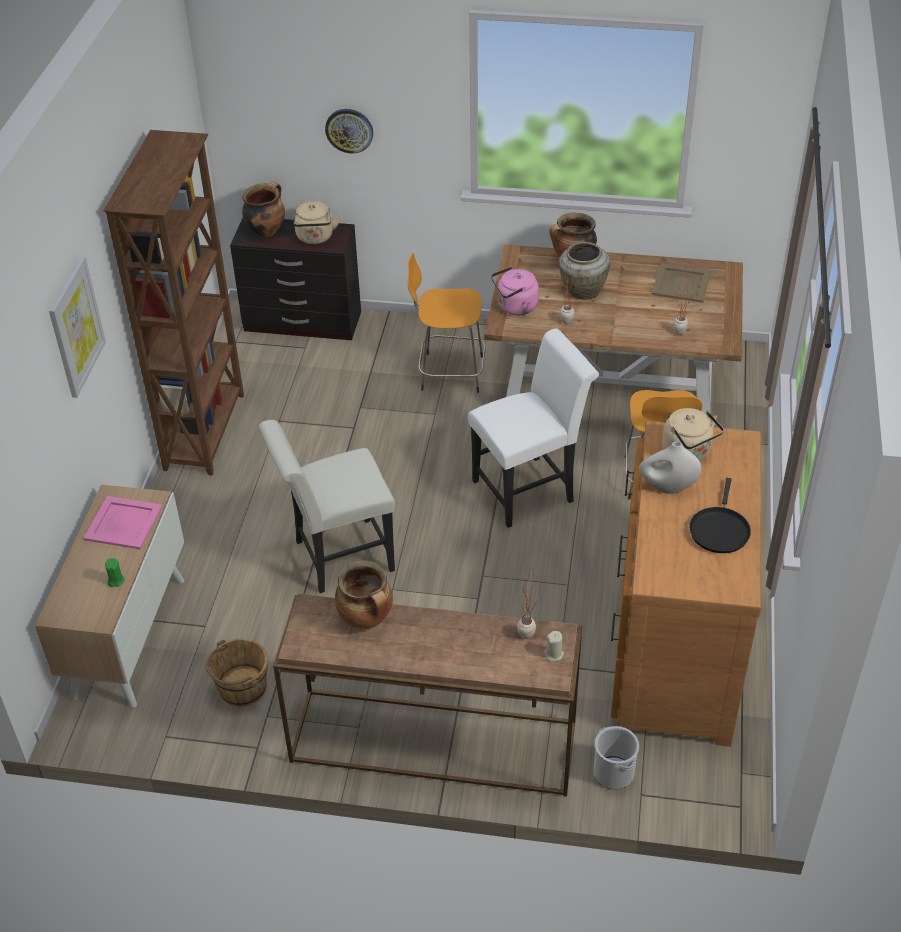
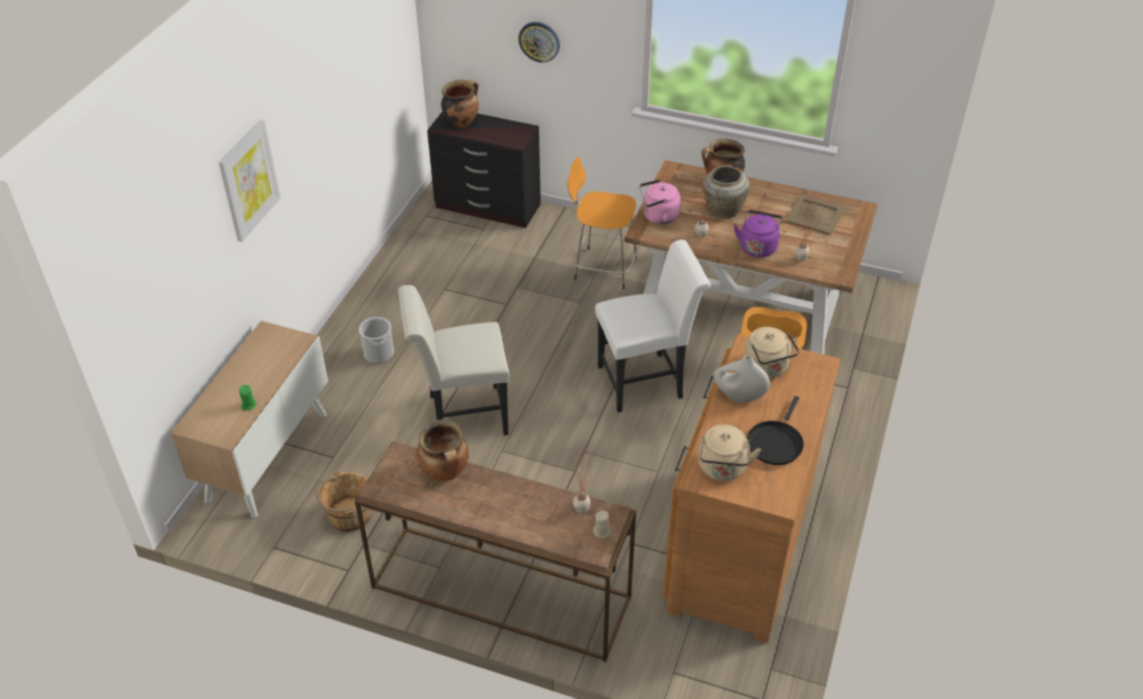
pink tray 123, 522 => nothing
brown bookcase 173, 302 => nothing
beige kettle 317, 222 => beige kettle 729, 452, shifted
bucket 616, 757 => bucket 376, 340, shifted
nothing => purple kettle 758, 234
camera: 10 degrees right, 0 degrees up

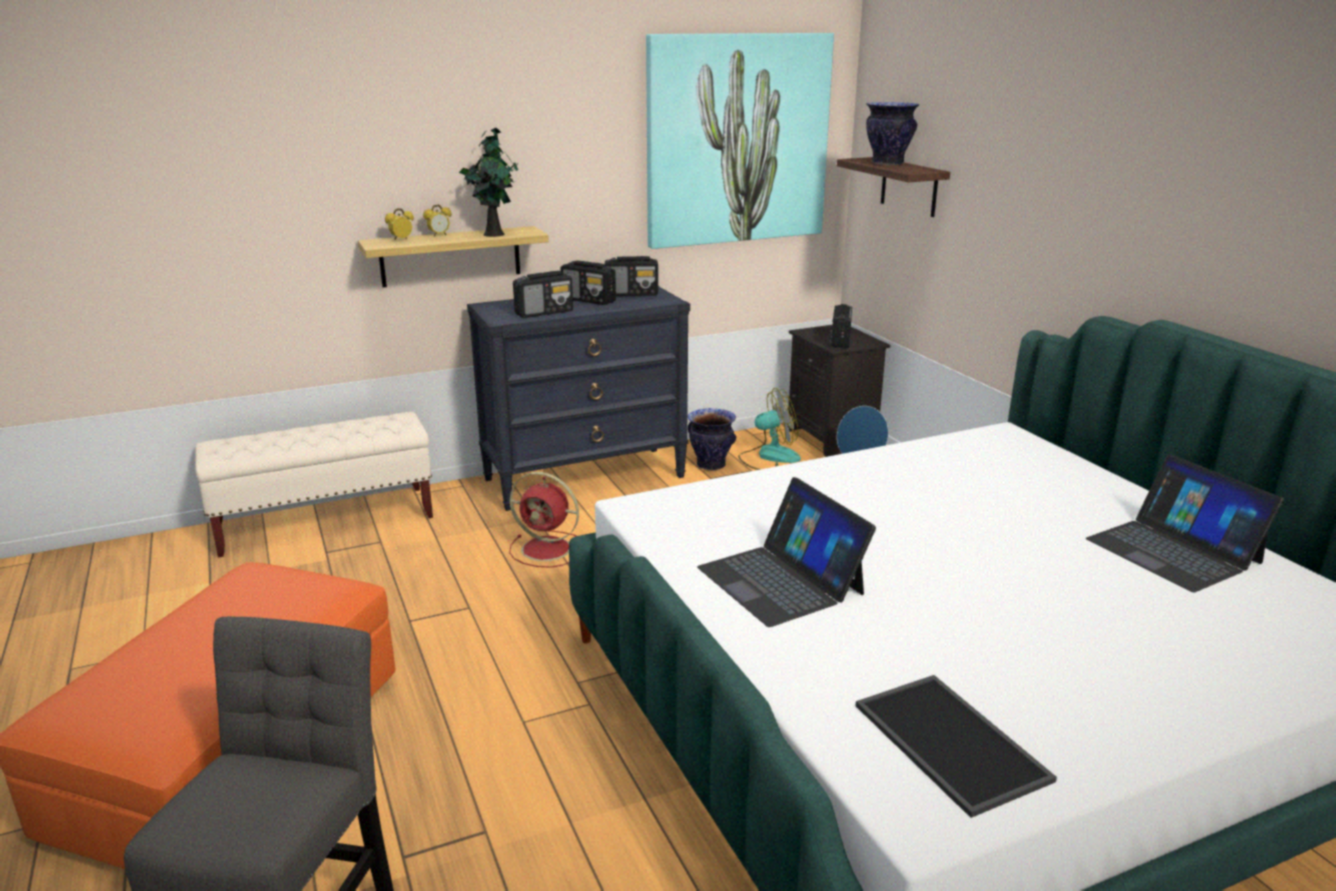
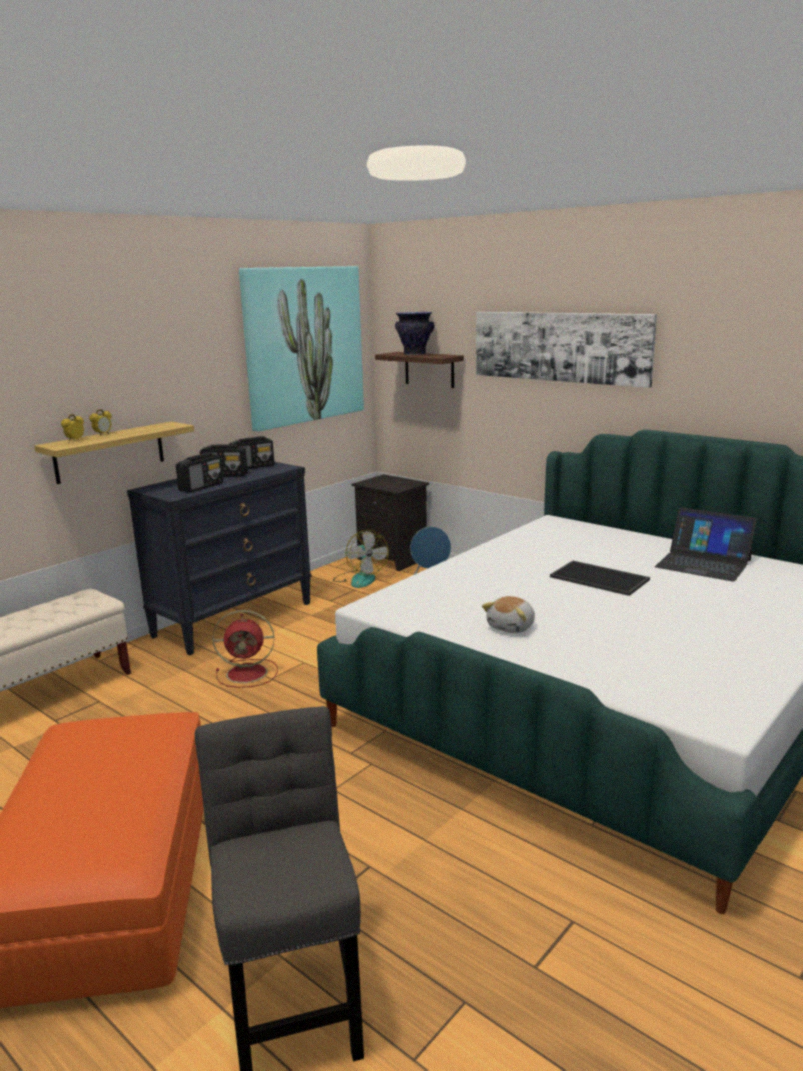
potted plant 488, 182 => nothing
vase 712, 439 => nothing
laptop 786, 552 => plush toy 508, 614
fan 769, 429 => fan 361, 559, 105 degrees clockwise
radio 841, 326 => nothing
tray 956, 746 => tray 600, 578, shifted
nothing => picture 566, 350
camera: 25 degrees left, 5 degrees down

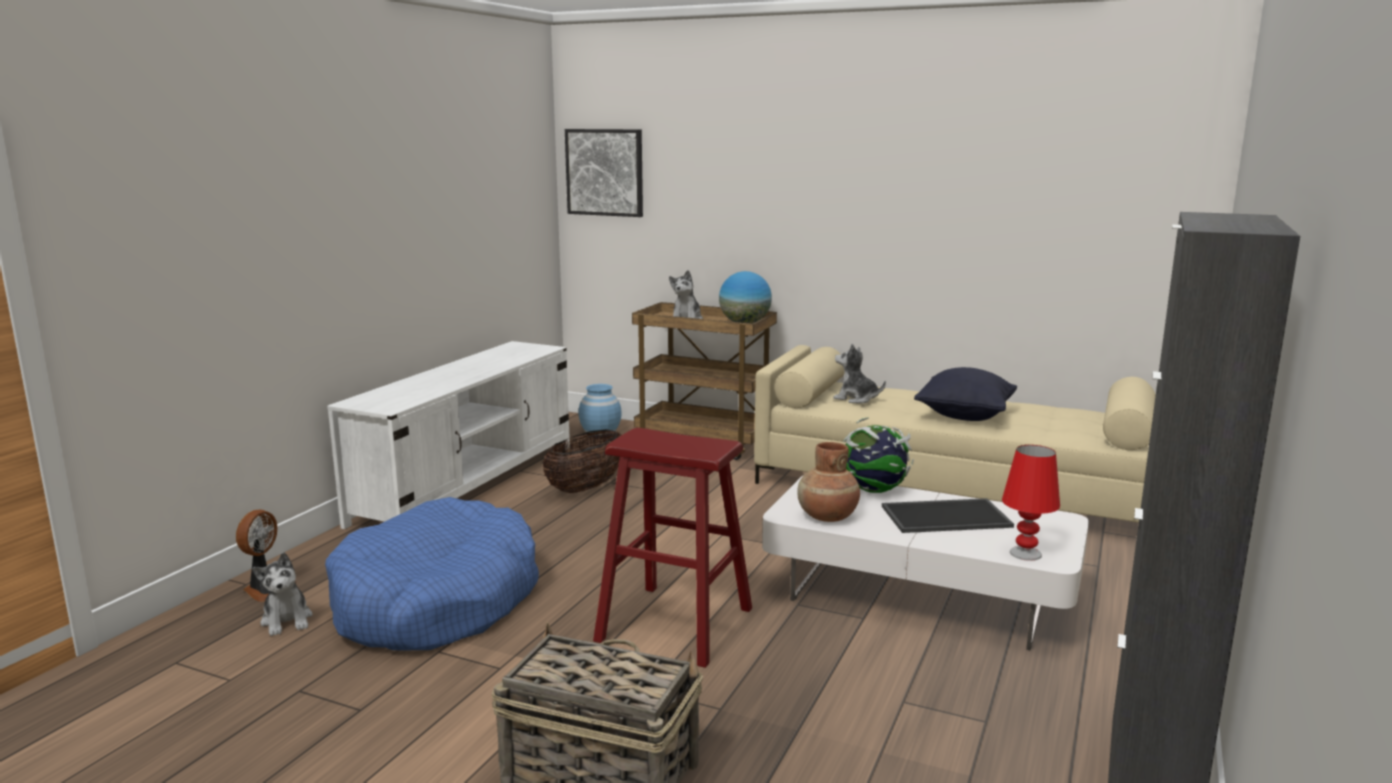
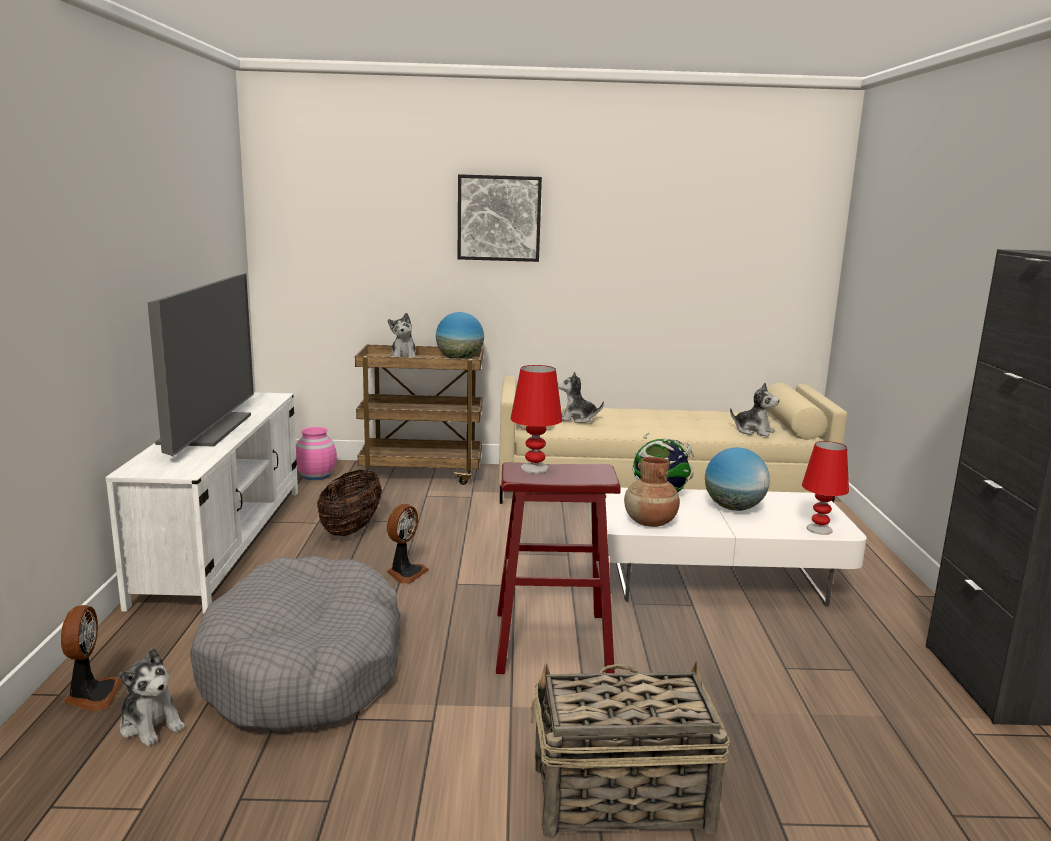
blue dog bed 432, 573 => grey dog bed 295, 644
picture 604, 173 => picture 500, 218, shifted
blue vase 600, 411 => pink vase 316, 453
tray 948, 515 => globe 737, 479
black pillow 965, 394 => nothing
nothing => television 201, 364
nothing => fan 408, 544
nothing => red table lamp 536, 419
nothing => plush toy 755, 410
camera: 25 degrees left, 0 degrees up

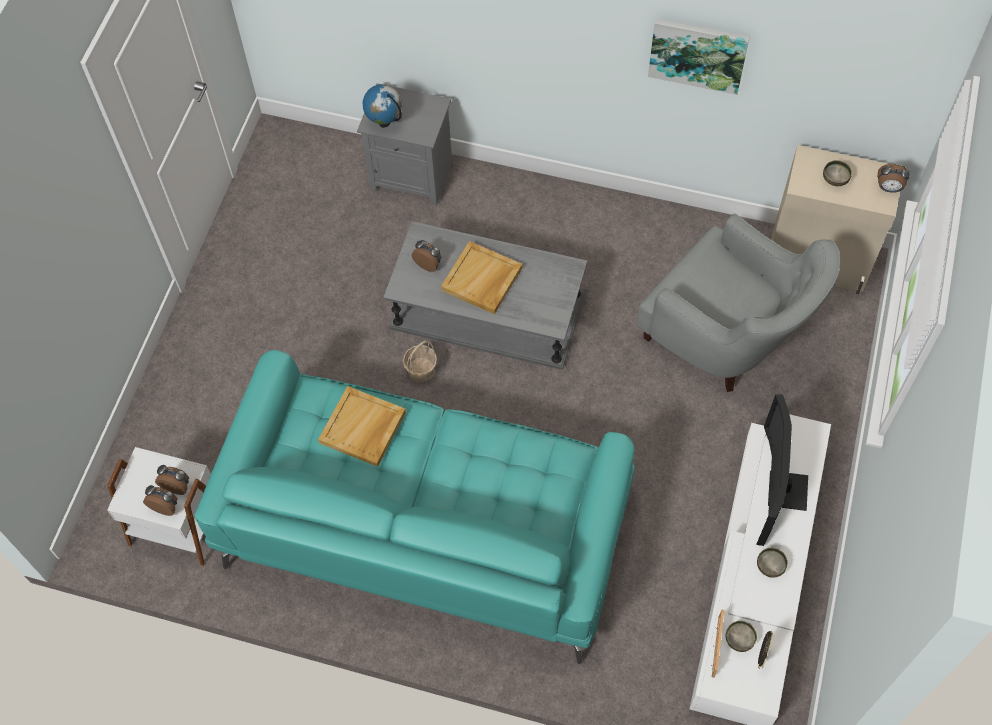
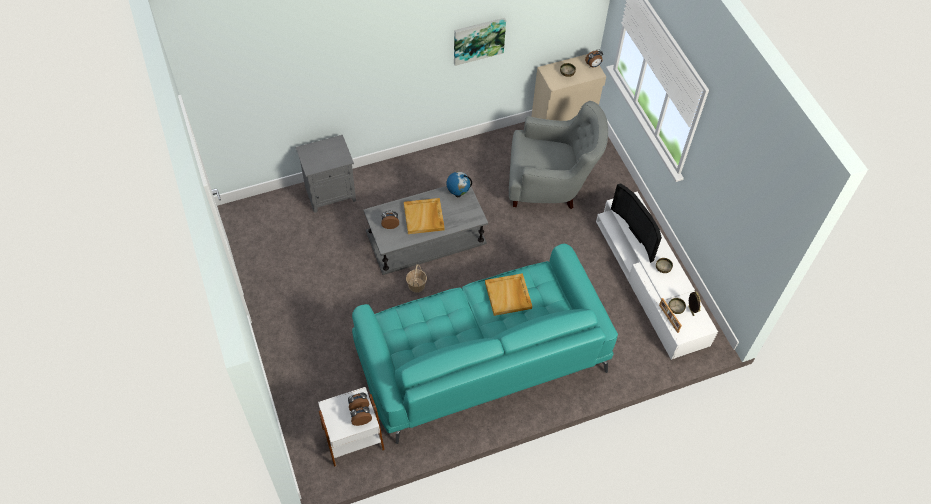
beige tray 362, 426 => beige tray 508, 294, shifted
globe 382, 106 => globe 459, 184, shifted
camera: 40 degrees left, 5 degrees down

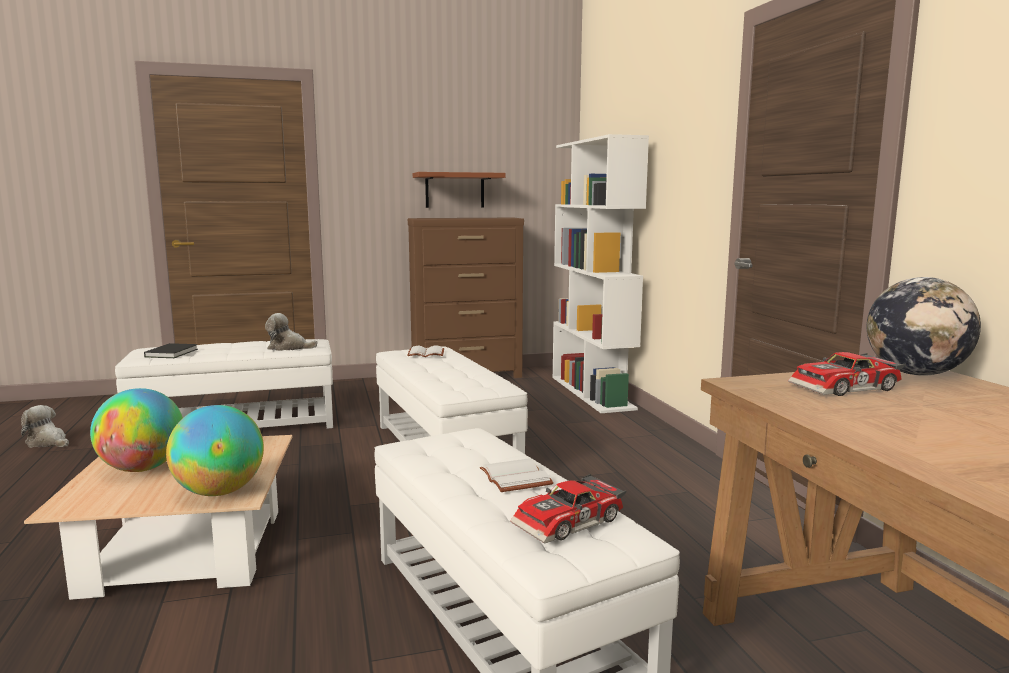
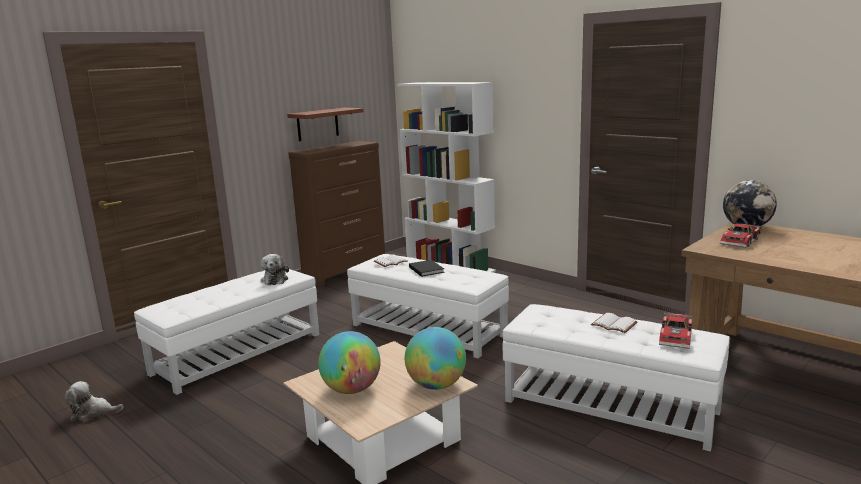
black book 171, 350 => black book 426, 268, shifted
plush toy 291, 332 => plush toy 275, 269, 75 degrees counterclockwise
camera: 30 degrees left, 5 degrees up

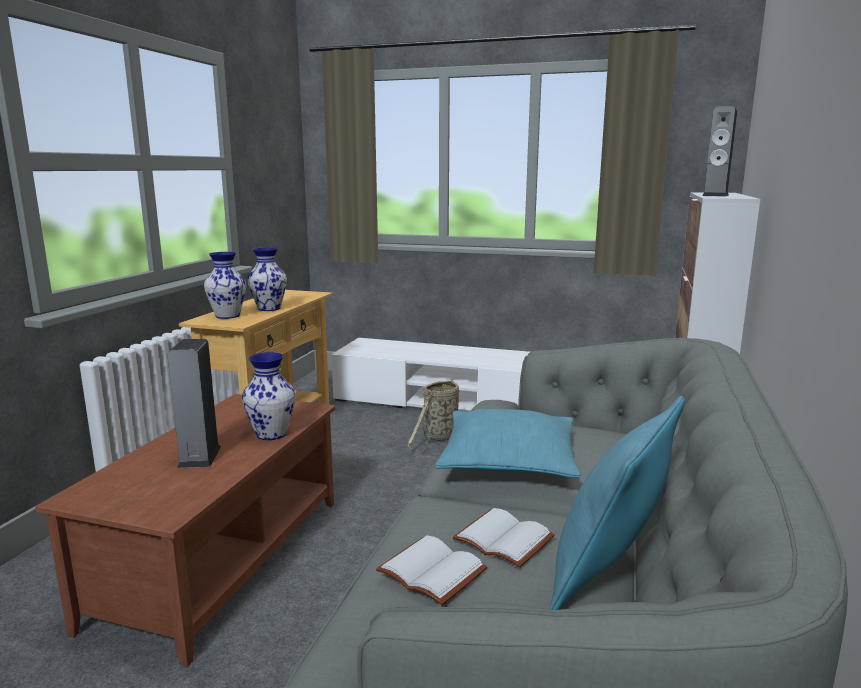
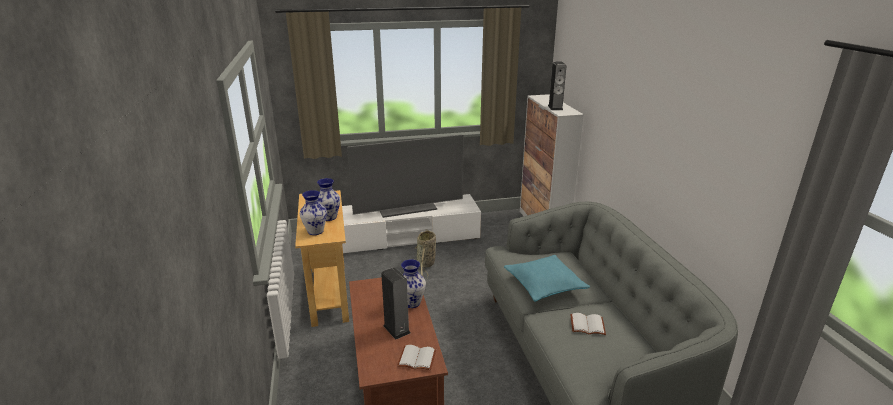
white book 431, 570 => white book 416, 358, shifted
turquoise pillow 617, 503 => nothing
nothing => television 405, 176
camera: 30 degrees left, 10 degrees up

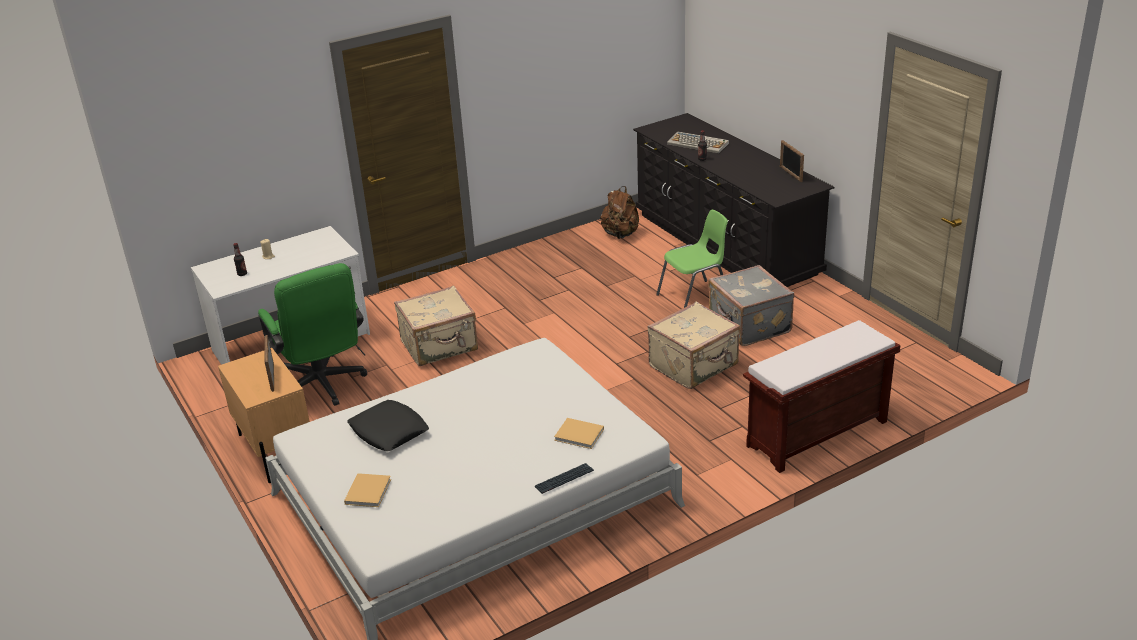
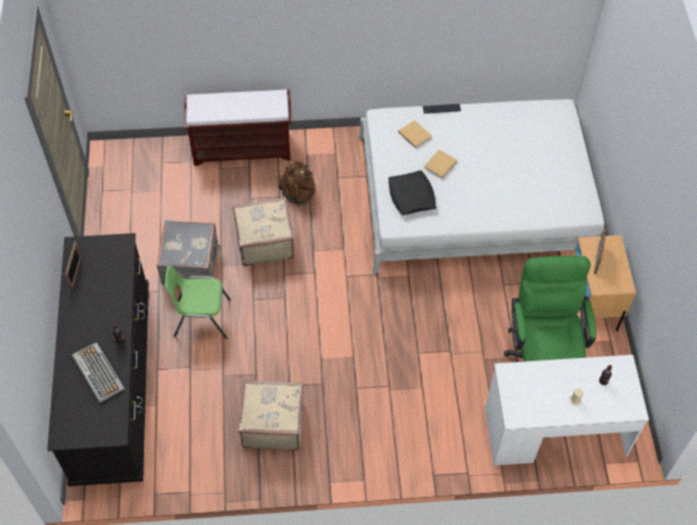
beige book 367, 490 => beige book 440, 164, shifted
black pillow 388, 425 => black pillow 412, 193, shifted
beige suitcase 436, 325 => beige suitcase 271, 415, shifted
brown backpack 619, 212 => brown backpack 297, 184, shifted
camera: 155 degrees left, 25 degrees up

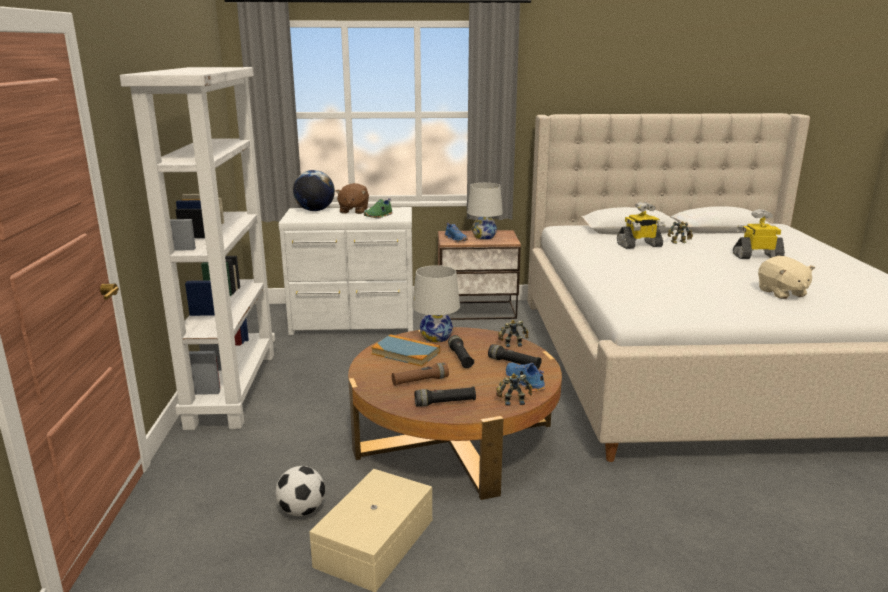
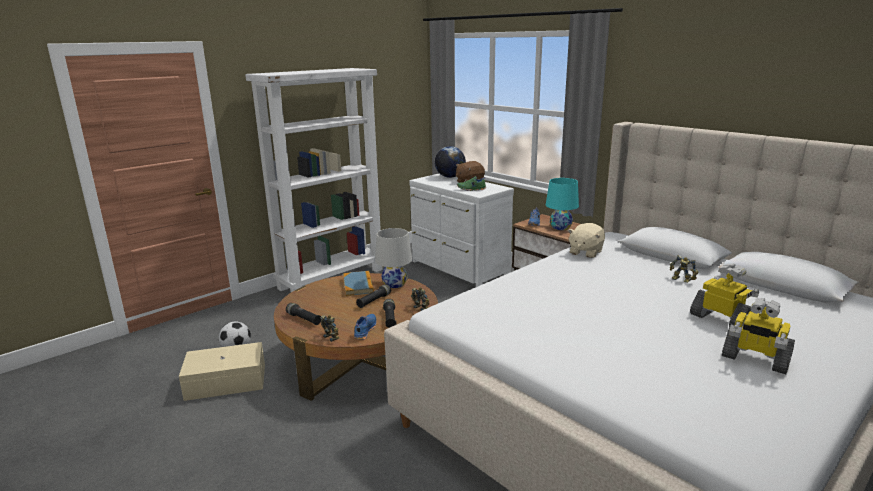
brown flashlight 420, 374 => nothing
white table lamp 485, 211 => turquoise table lamp 562, 204
toy robot 641, 225 => toy robot 758, 336, shifted
beige plush toy 786, 277 => beige plush toy 586, 240, shifted
camera: 50 degrees right, 0 degrees up

